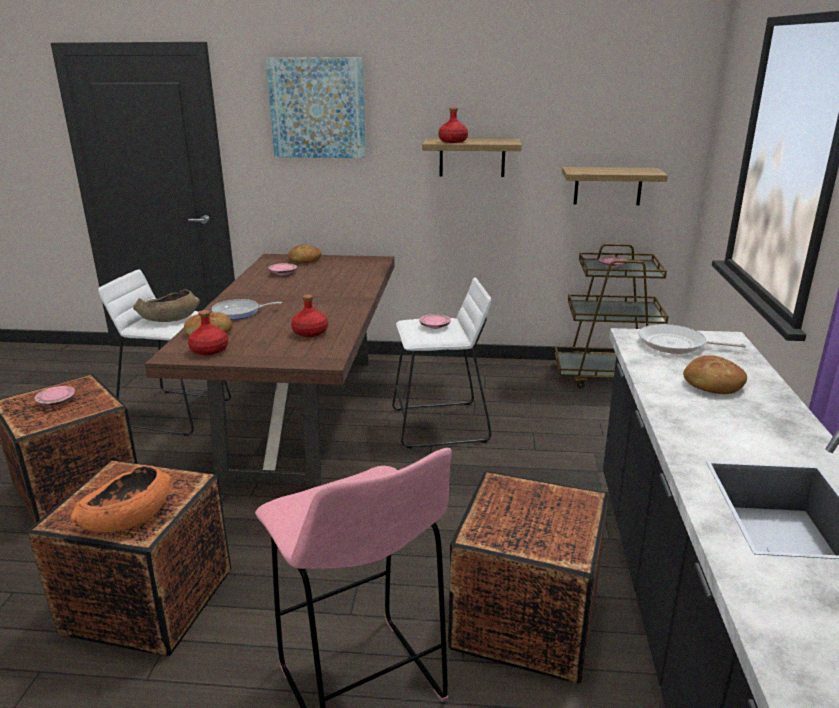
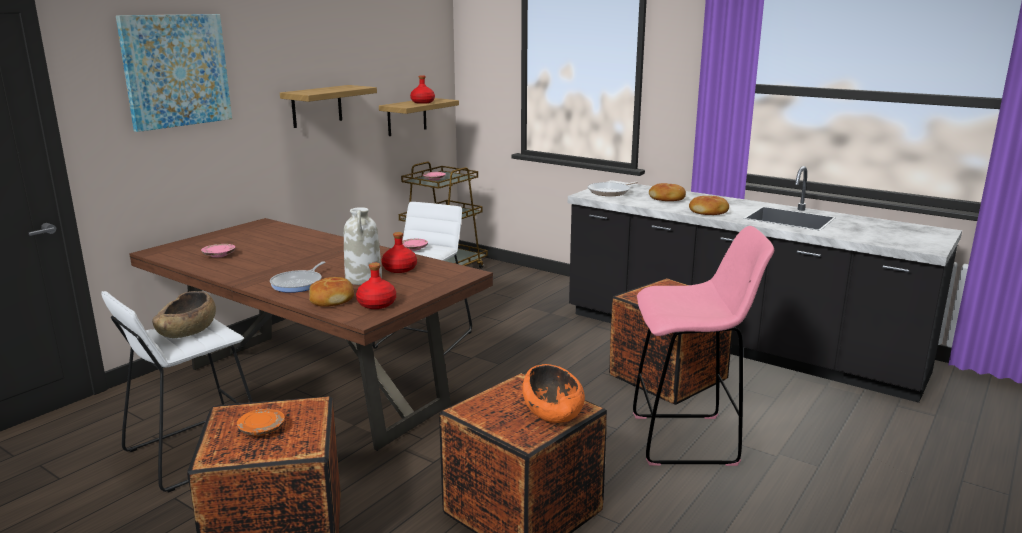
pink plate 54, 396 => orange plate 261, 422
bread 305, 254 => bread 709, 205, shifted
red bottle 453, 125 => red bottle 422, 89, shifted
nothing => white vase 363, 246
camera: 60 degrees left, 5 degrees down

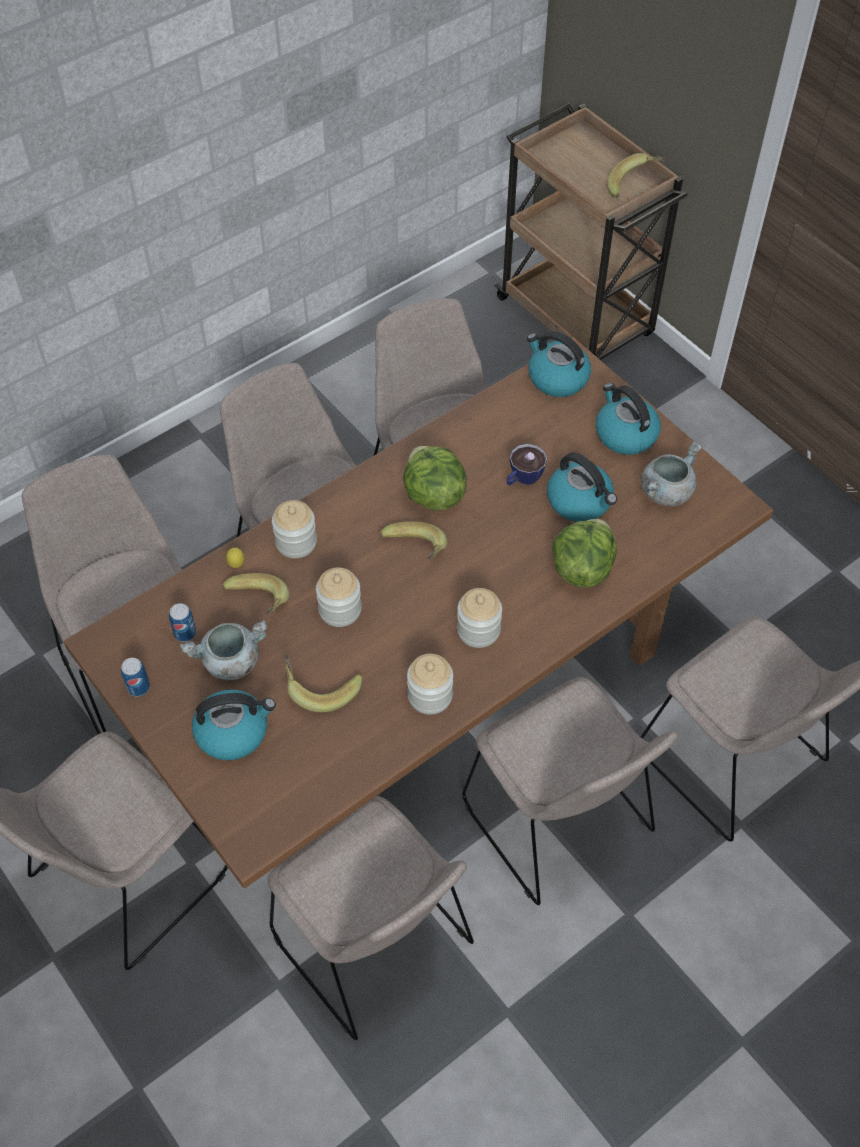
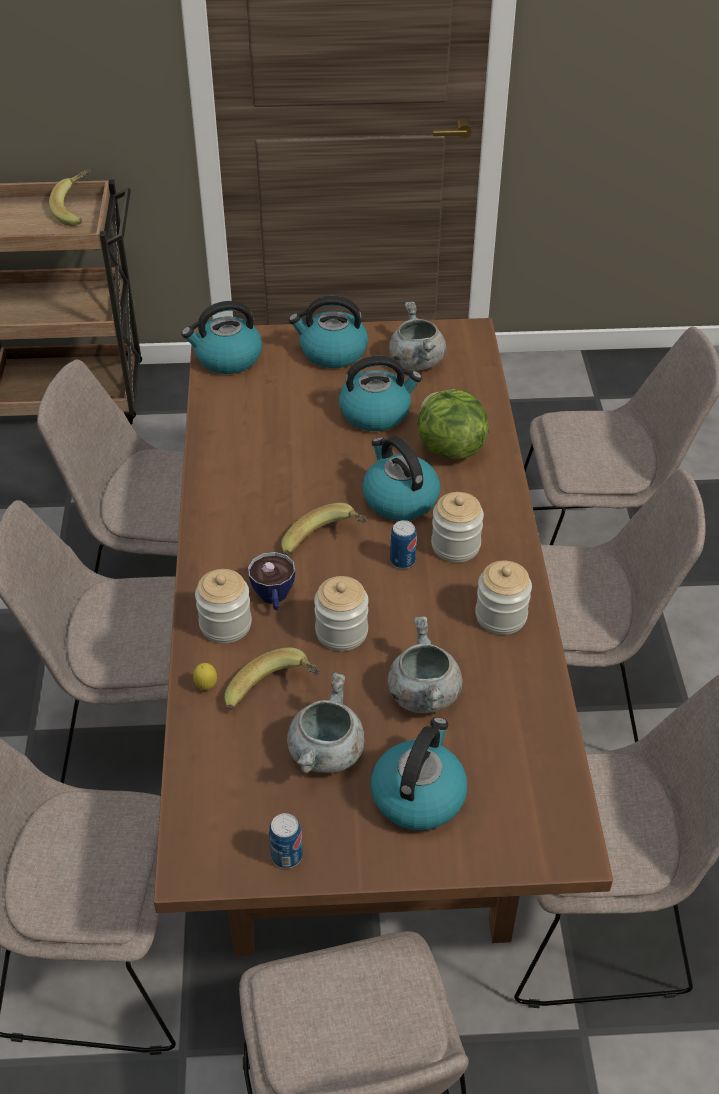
can 182, 622 => can 403, 544, shifted
banana 323, 683 => grey cooking pot 425, 664
lettuce 435, 478 => nothing
cup 526, 464 => cup 271, 581, shifted
nothing => kettle 401, 478
camera: 55 degrees left, 10 degrees down

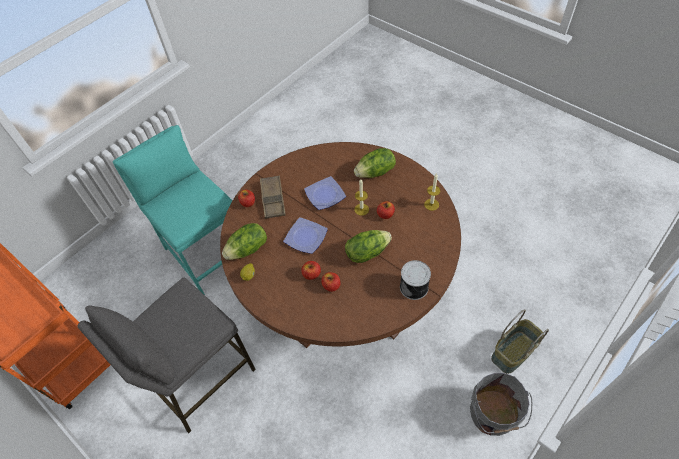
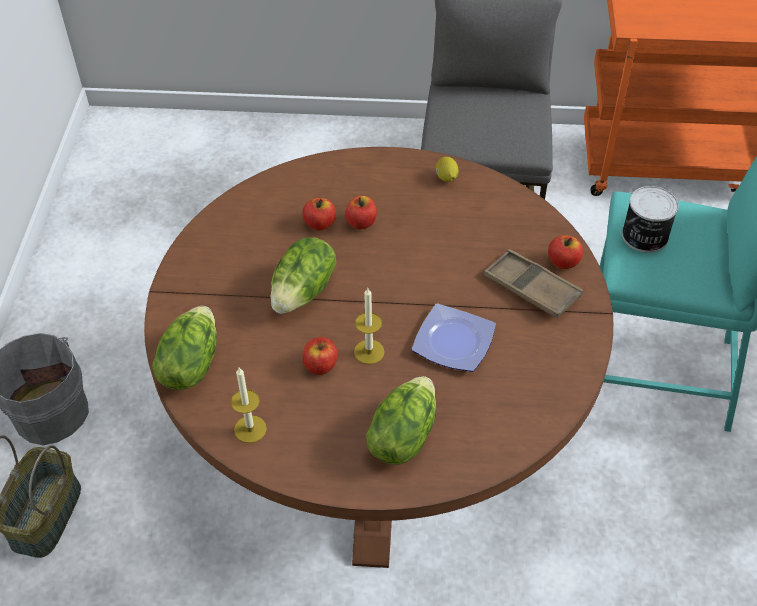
lettuce 244, 241 => lettuce 184, 348, shifted
plate 305, 235 => nothing
can 415, 280 => can 650, 219, shifted
camera: 140 degrees right, 5 degrees down

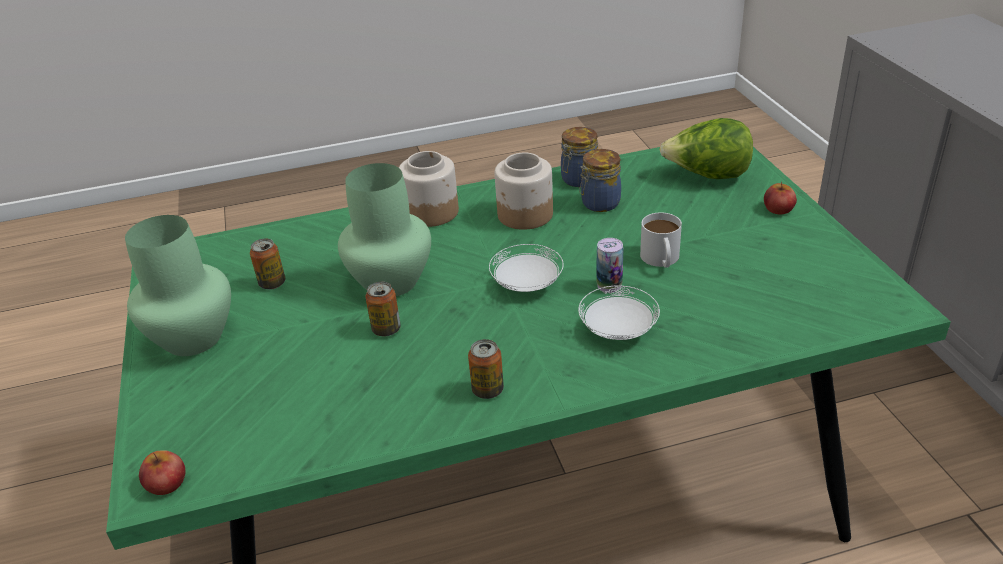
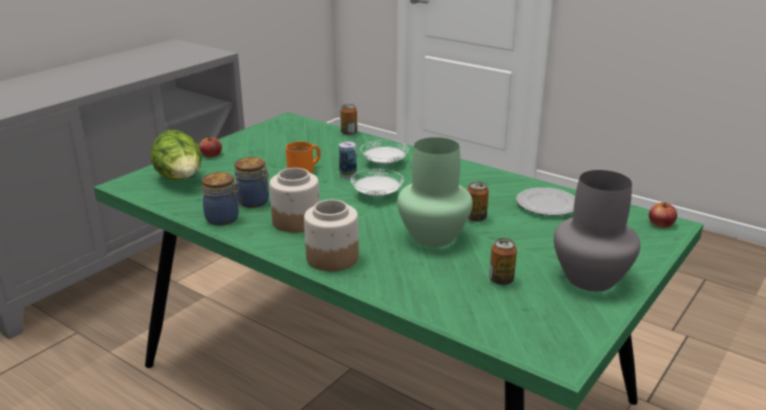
green vase 178, 285 => grey vase 597, 230
can 486, 369 => can 348, 119, shifted
white mug 661, 240 => orange mug 303, 157
nothing => plate 545, 201
camera: 130 degrees left, 10 degrees down

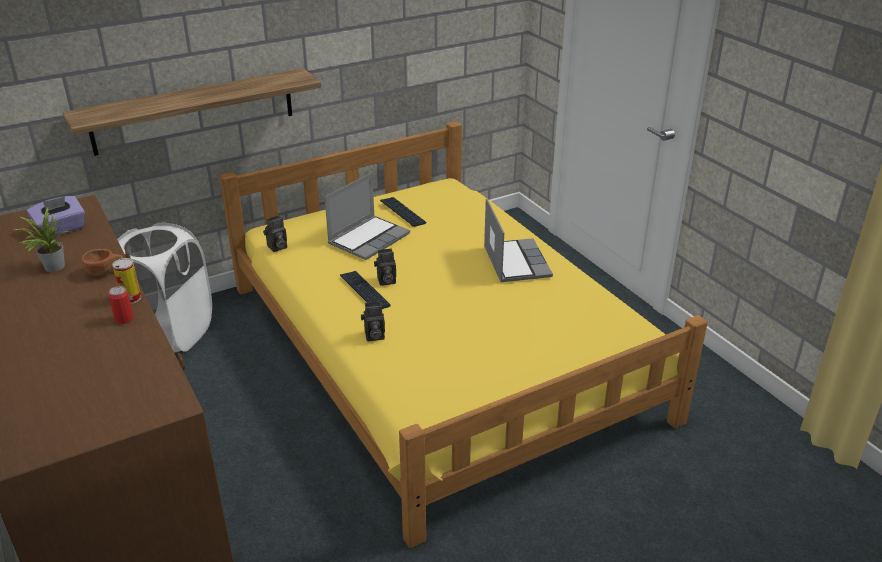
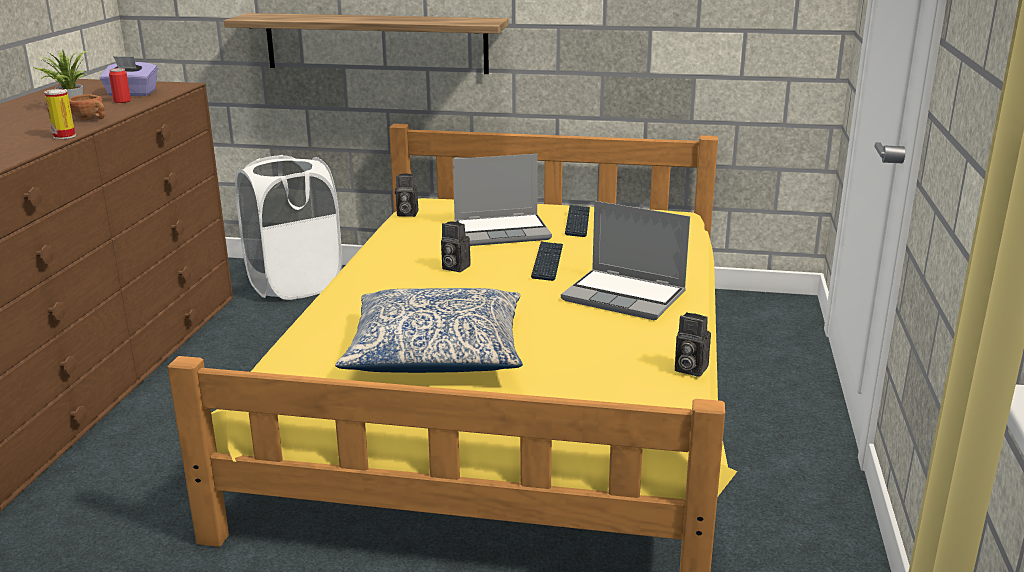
can 121, 305 => can 120, 85, shifted
keyboard 365, 290 => keyboard 547, 261, shifted
photo camera 373, 321 => photo camera 693, 344, shifted
laptop 518, 240 => laptop 625, 260, 90 degrees clockwise
nothing => pillow 429, 330
camera: 40 degrees right, 10 degrees down

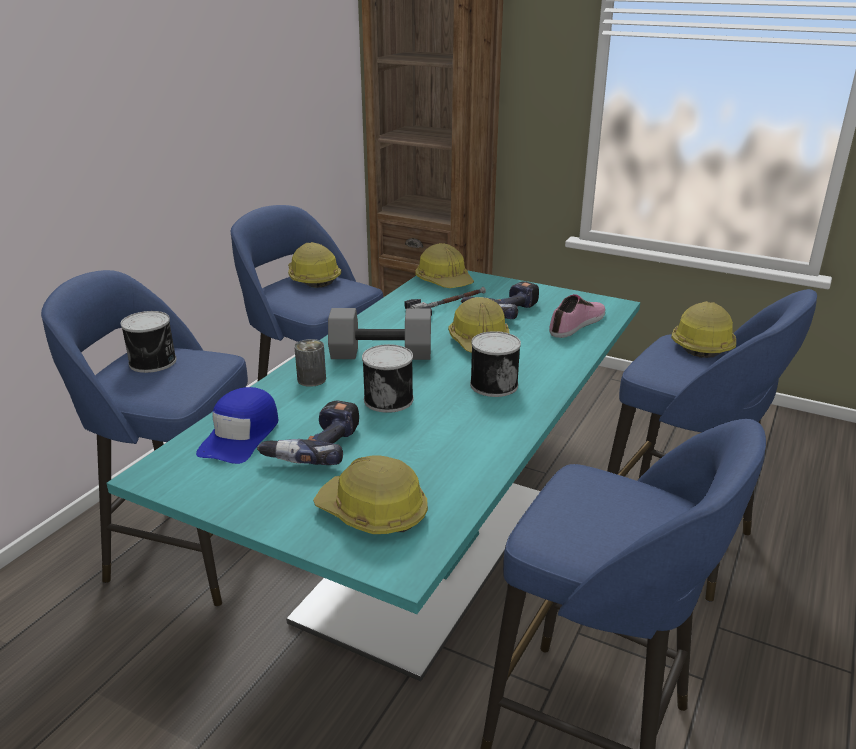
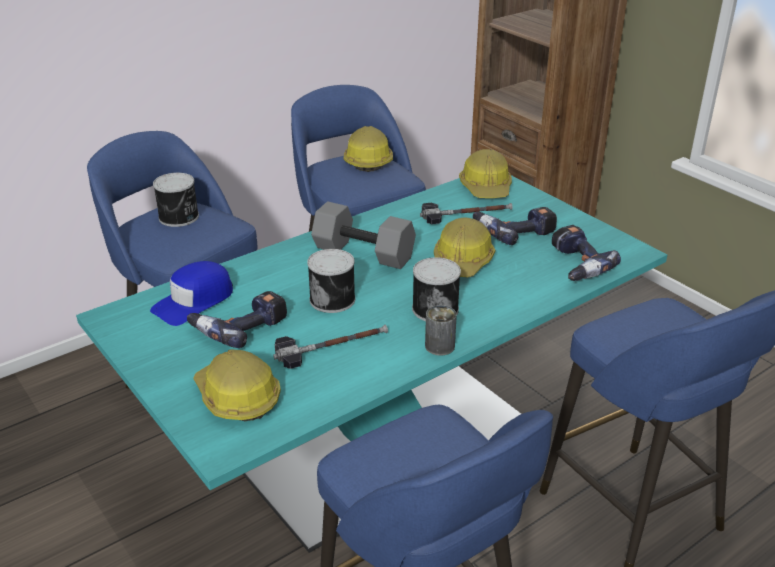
can 310, 363 => can 441, 330, shifted
shoe 577, 316 => power drill 586, 253
hard hat 703, 329 => nothing
nothing => hammer 330, 347
camera: 25 degrees right, 5 degrees up

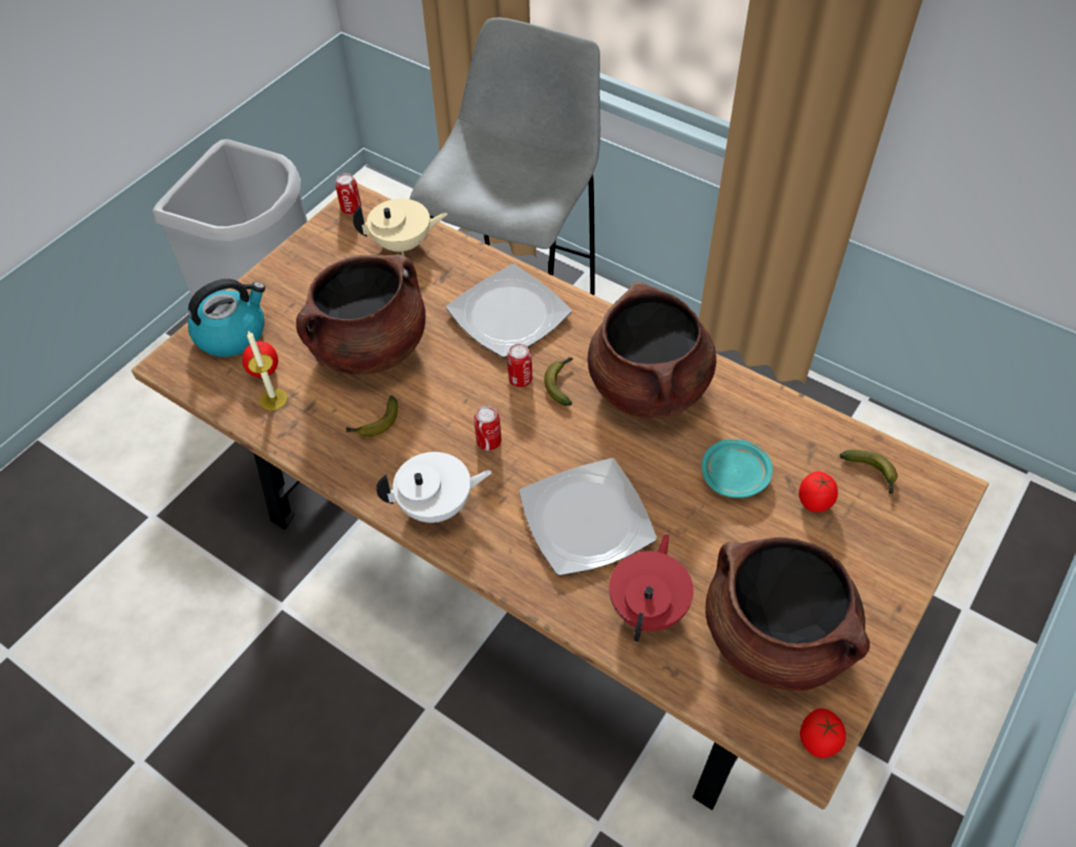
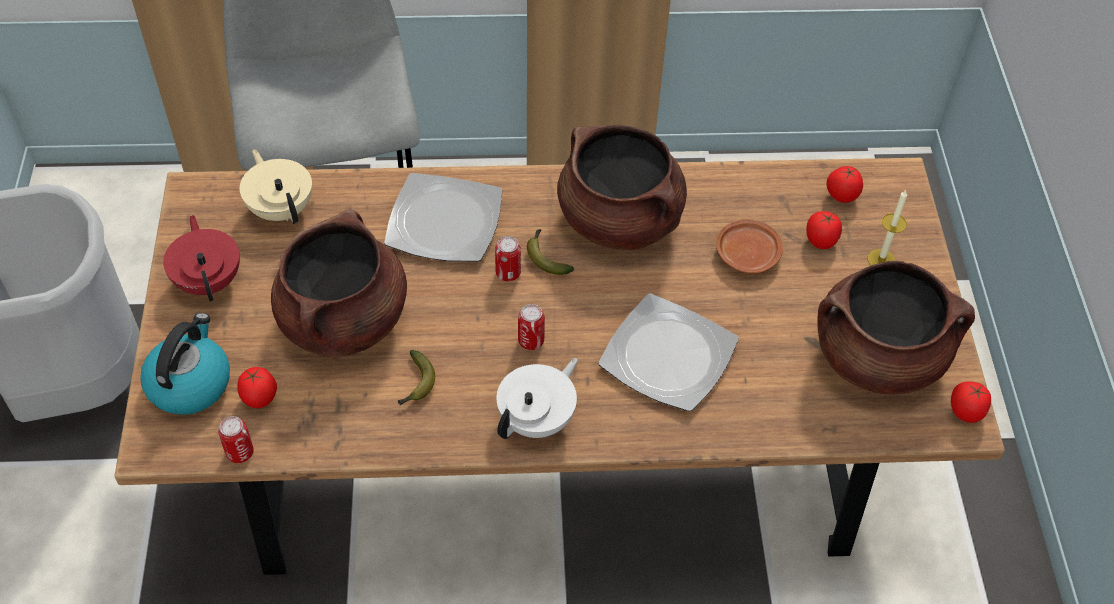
candle 267, 370 => candle 887, 228, shifted
can 348, 193 => can 236, 439, shifted
beige teapot 400, 227 => beige teapot 276, 186, 75 degrees counterclockwise
red teapot 651, 587 => red teapot 201, 258, shifted
turquoise plate 737, 468 => brown plate 749, 246
banana 868, 472 => tomato 845, 184
camera: 40 degrees left, 0 degrees up

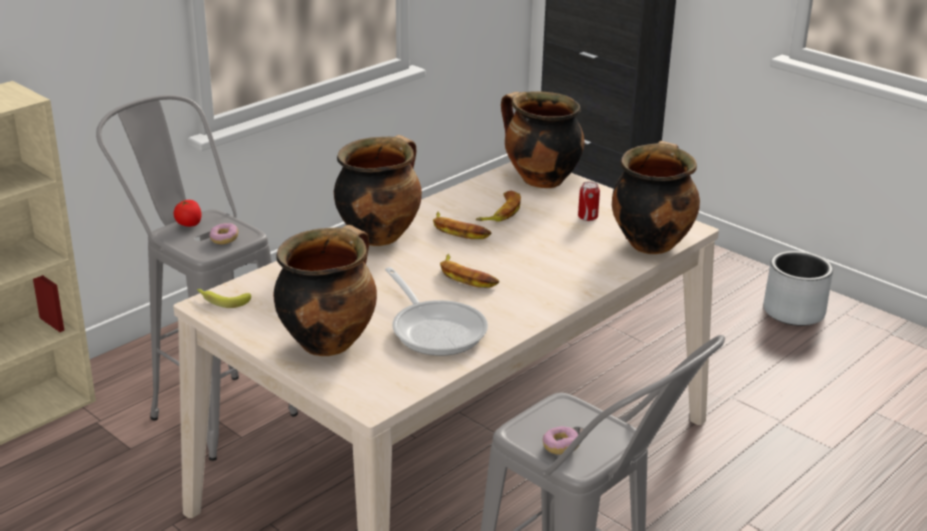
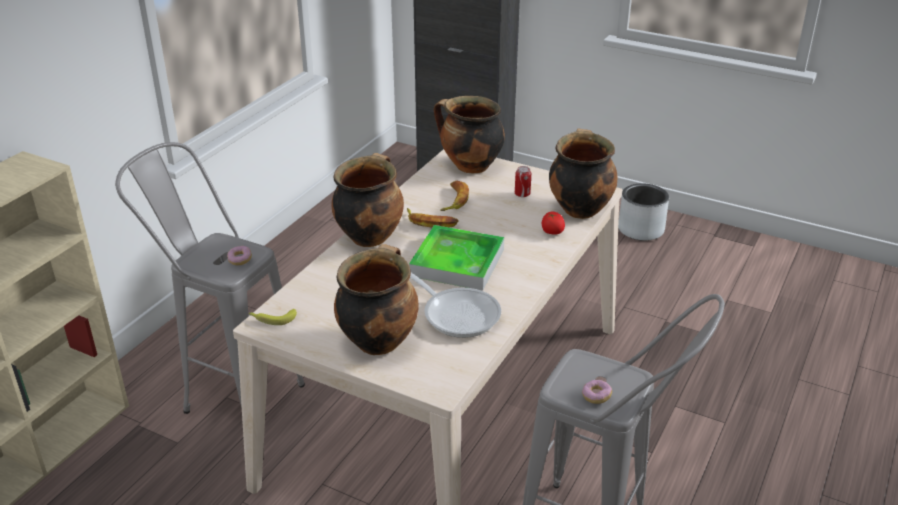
tomato 188, 213 => tomato 553, 223, shifted
banana 469, 271 => tray 456, 258
camera: 15 degrees left, 5 degrees up

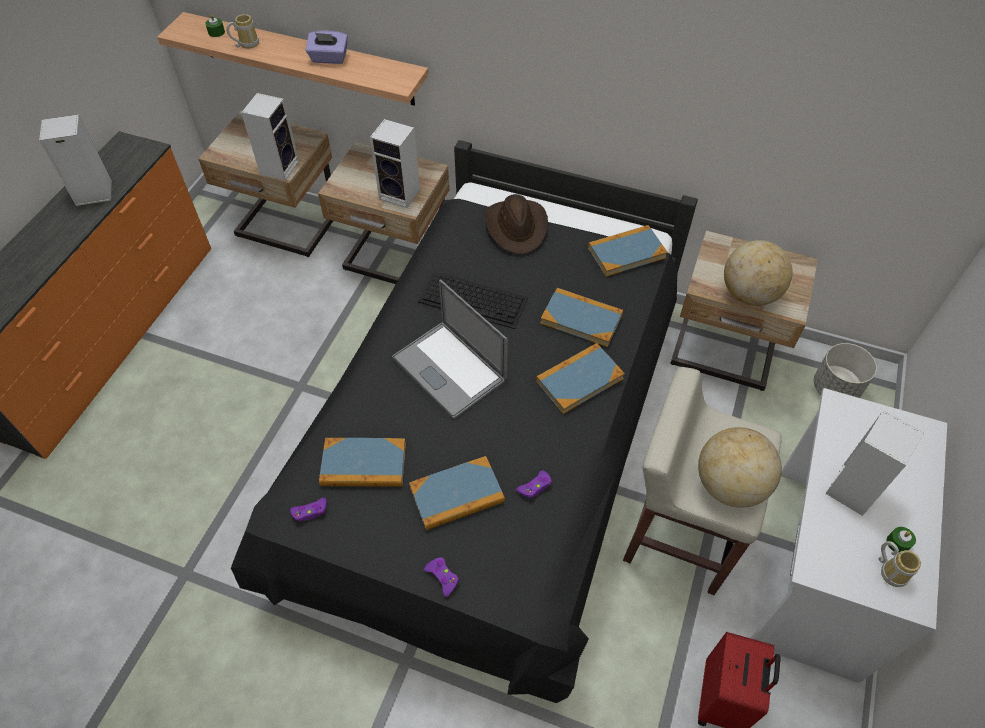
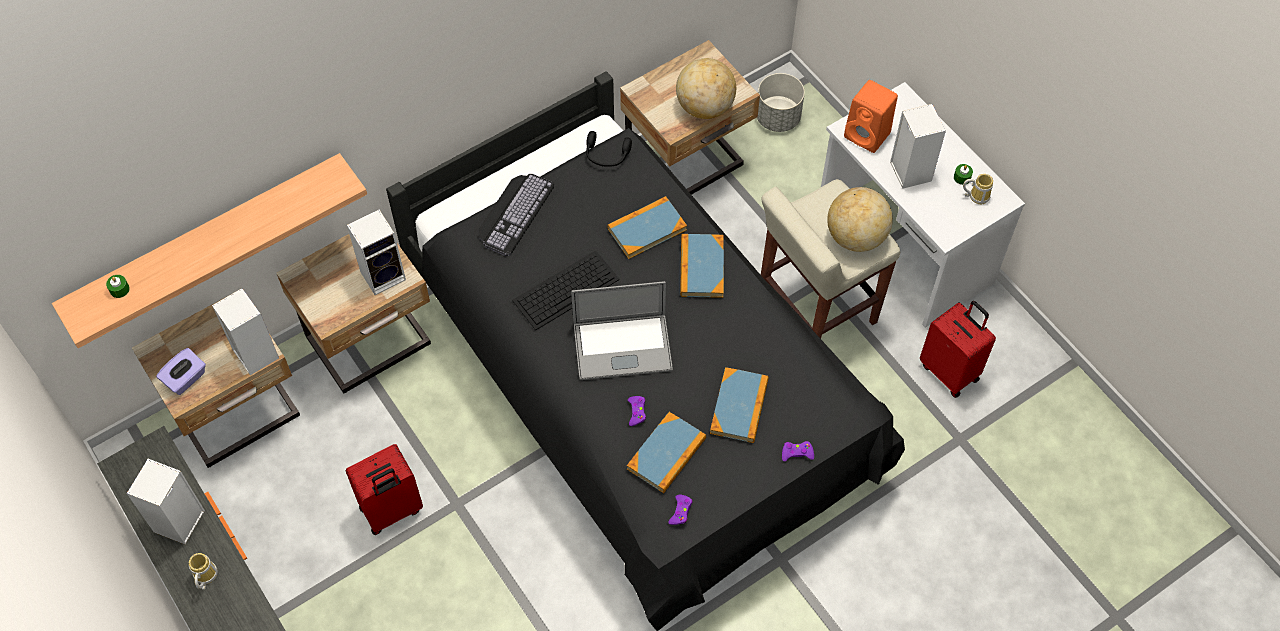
mug 242, 31 => mug 203, 571, shifted
purple tissue box 327, 47 => purple tissue box 181, 371, shifted
brown hat 516, 224 => keyboard 516, 215
purple game controller 534, 484 => purple game controller 637, 411, shifted
book 628, 251 => black headphones 609, 149
nothing => red suitcase 384, 489
nothing => orange speaker 871, 116
camera: 55 degrees left, 5 degrees up

